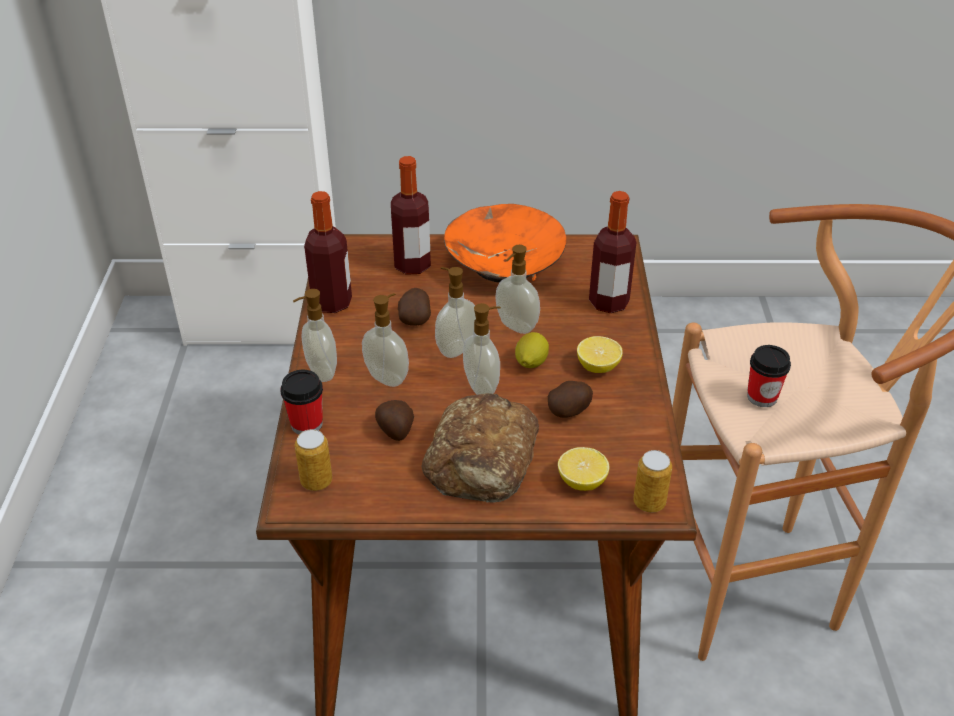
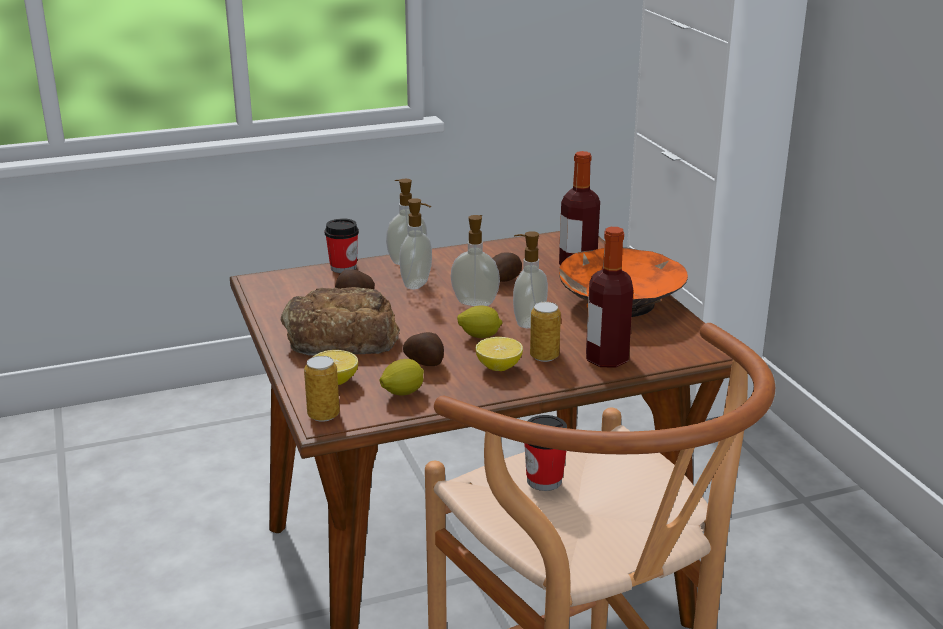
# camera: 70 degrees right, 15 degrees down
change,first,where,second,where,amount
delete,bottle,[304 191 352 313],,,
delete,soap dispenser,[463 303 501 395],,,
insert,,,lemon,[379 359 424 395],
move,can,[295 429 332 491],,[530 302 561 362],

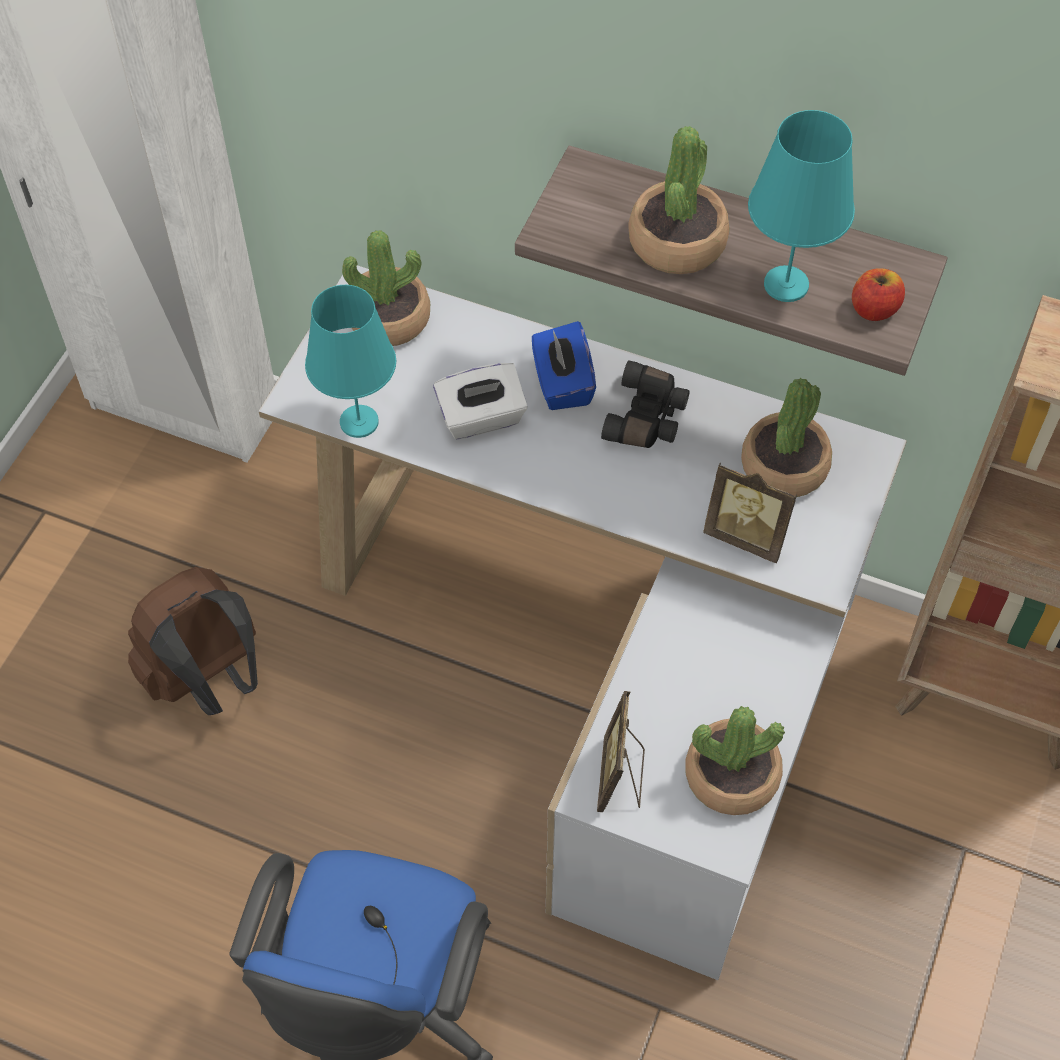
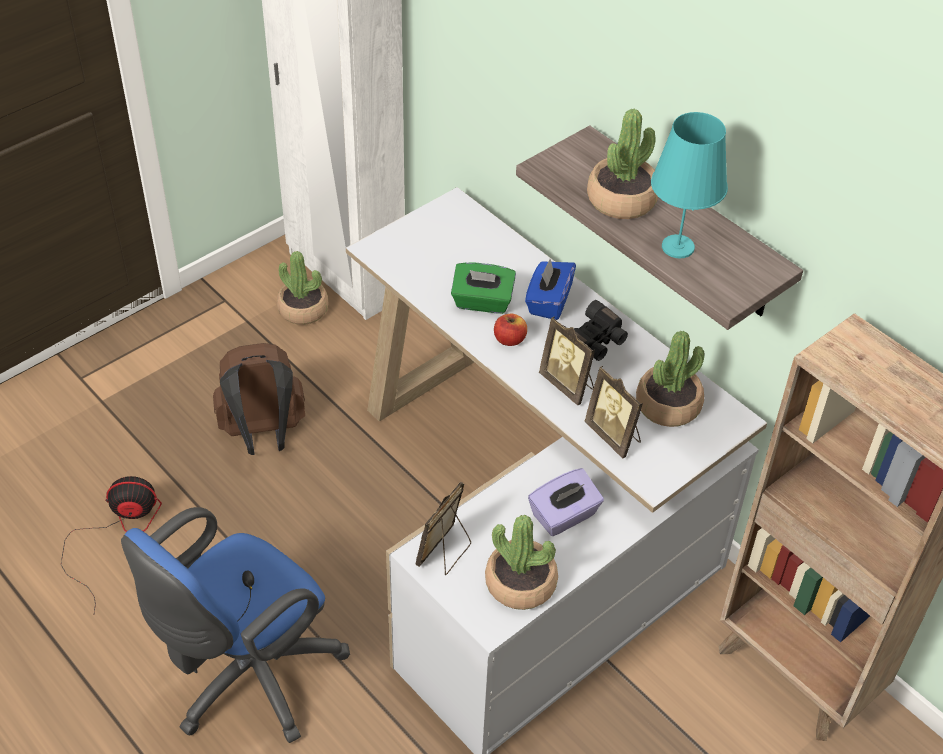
# camera: 25 degrees right, 10 degrees down
change,first,where,second,where,amount
delete,table lamp in turquoise,[305 285 396 438],,,
insert,,,fan,[61 476 162 612],
insert,,,tissue box in purple,[528 468 604 536],
insert,,,picture frame,[539 316 595 405],
move,potted plant,[342 230 430 346],,[277 251 329 325],
move,apple,[852 268 905 321],,[494 314 527 346],
recolor,tissue box in white,[433 363 528 440],tissue box in green,[451 262 516 314],

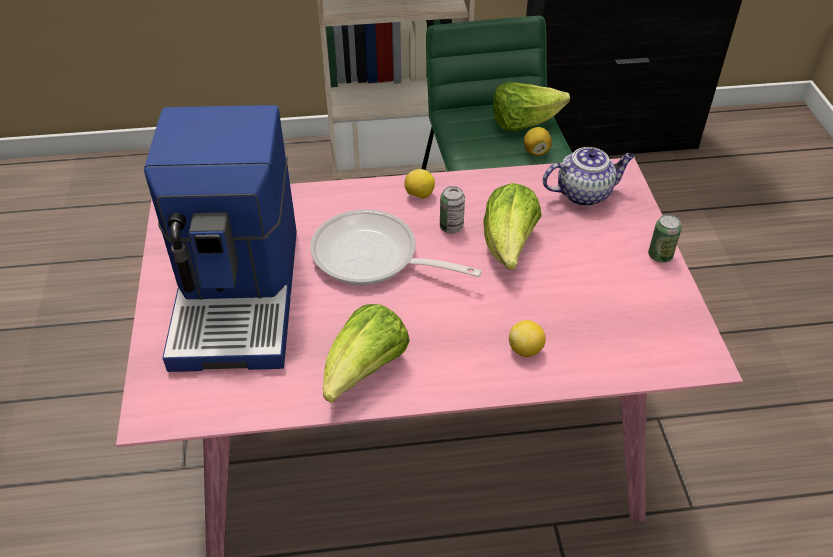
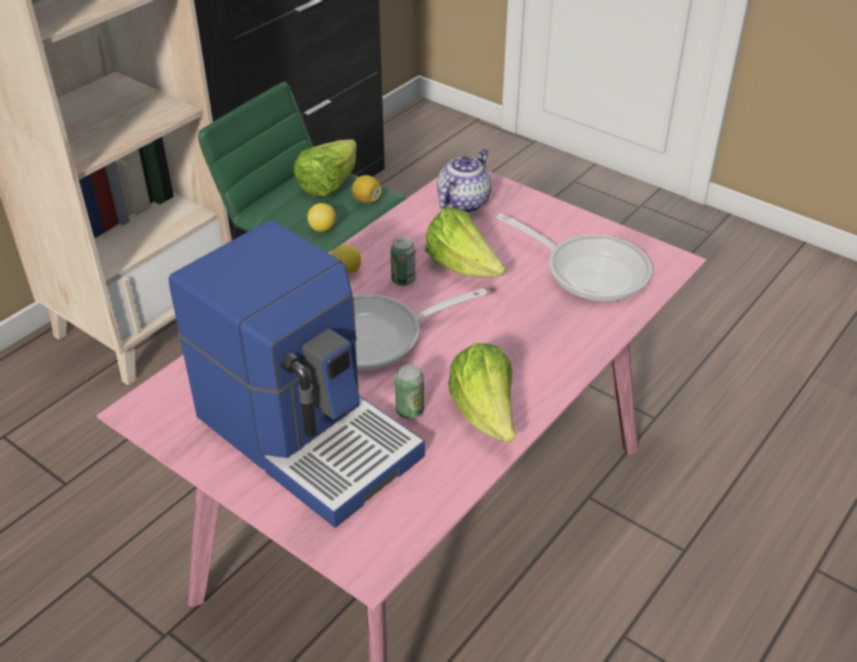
# camera: 45 degrees left, 5 degrees down
change,first,where,second,where,amount
insert,,,frying pan,[496 214 652 302],
move,lemon,[509 320 546 357],,[307 203 336 232],
move,can,[648 214 682 263],,[395 364 424 419],

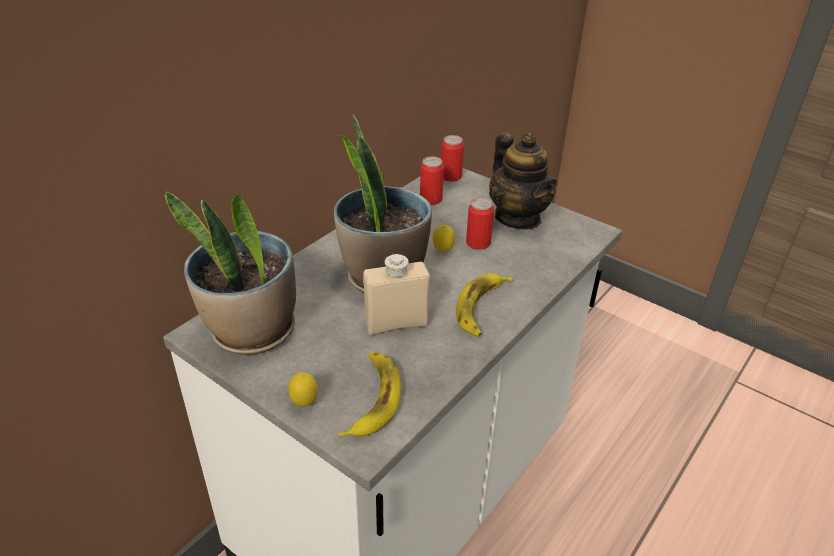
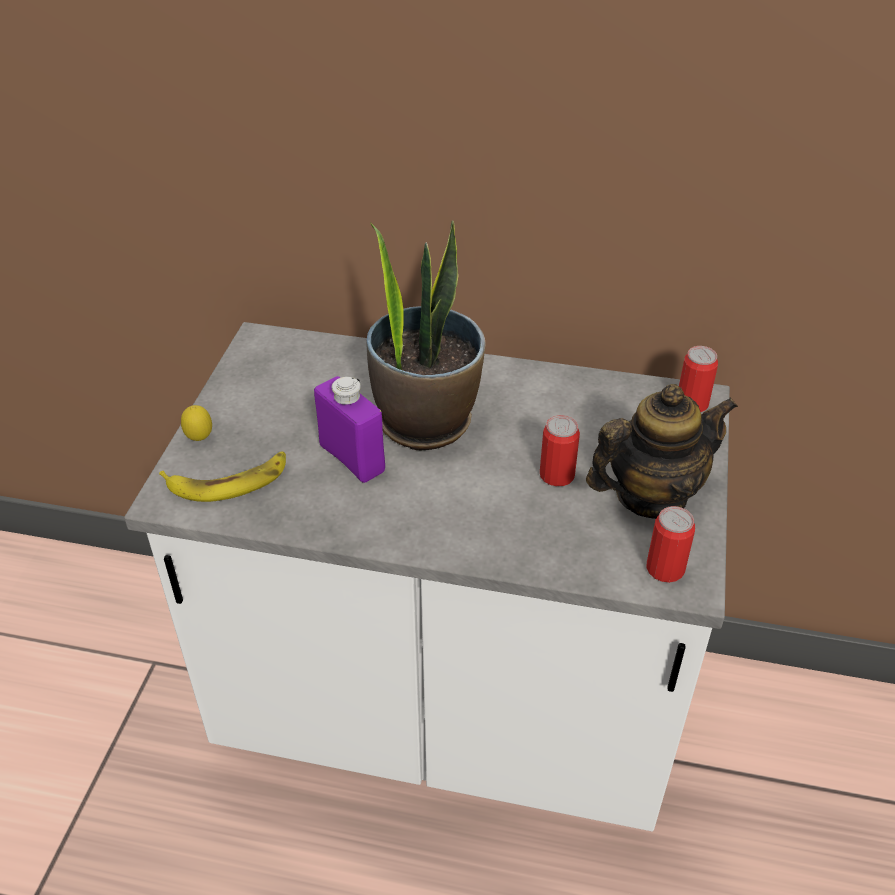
# camera: 65 degrees right, 5 degrees up
change,first,where,second,where,amount
delete,potted plant,[165 191 296 355],,,
delete,lemon,[433 225 455 252],,,
delete,banana,[456 274 512 337],,,
move,can,[420 156 444 205],,[647 506 695 583],
recolor,bottle in beige,[363 254 430 335],bottle in purple,[314 376 385 483],
rotate,teapot,[489 133 558 229],,[586 384 738 519],150 degrees counterclockwise

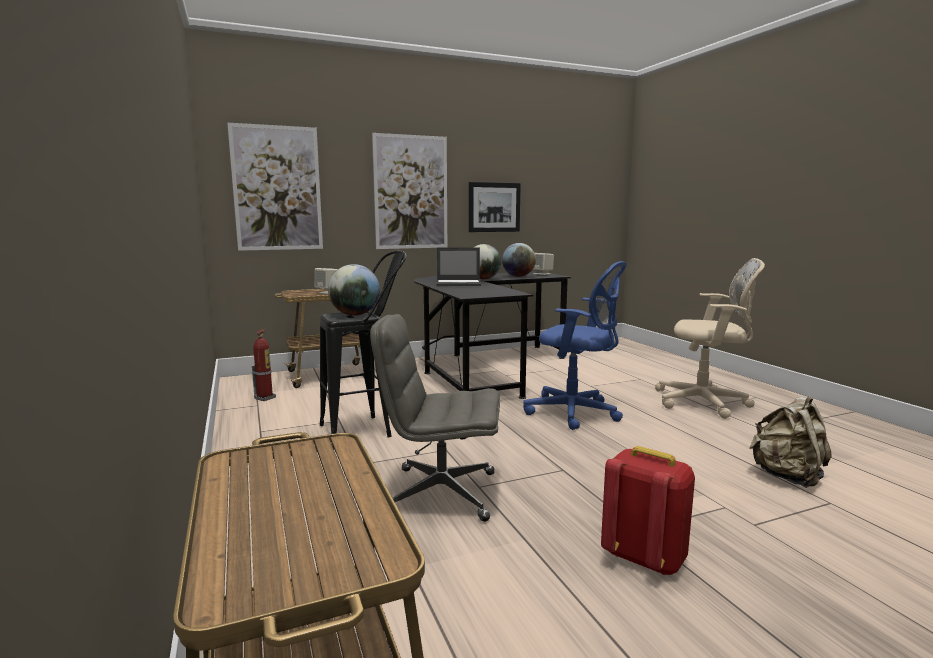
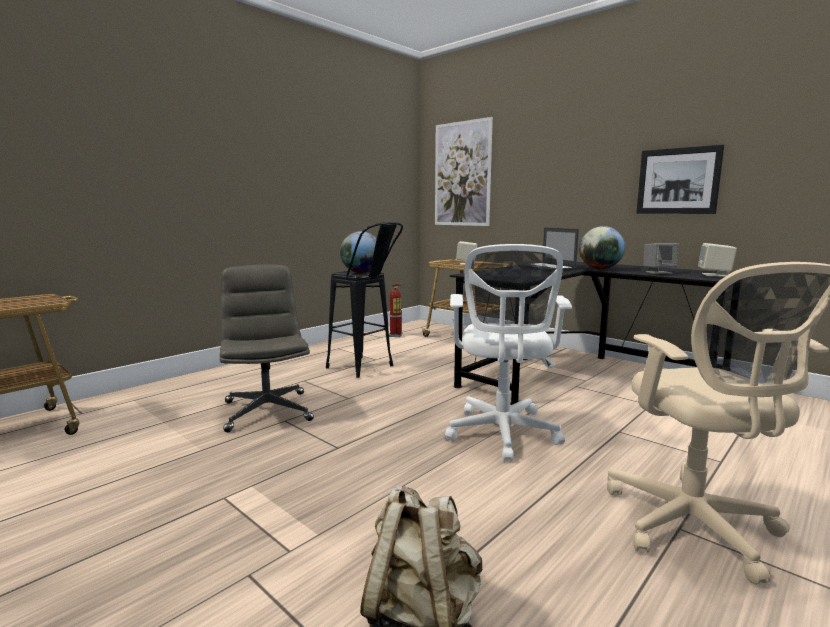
# camera: 65 degrees right, 0 degrees up
change,first,where,second,where,amount
delete,picture,[372 133 447 249],,,
delete,backpack in red,[601 446 695 575],,,
replace,globe,[502 243 536 277],speaker in grey,[643 243 679 274],
recolor,office chair in blue,[523 261 627 430],office chair in white,[445 244 572 462],

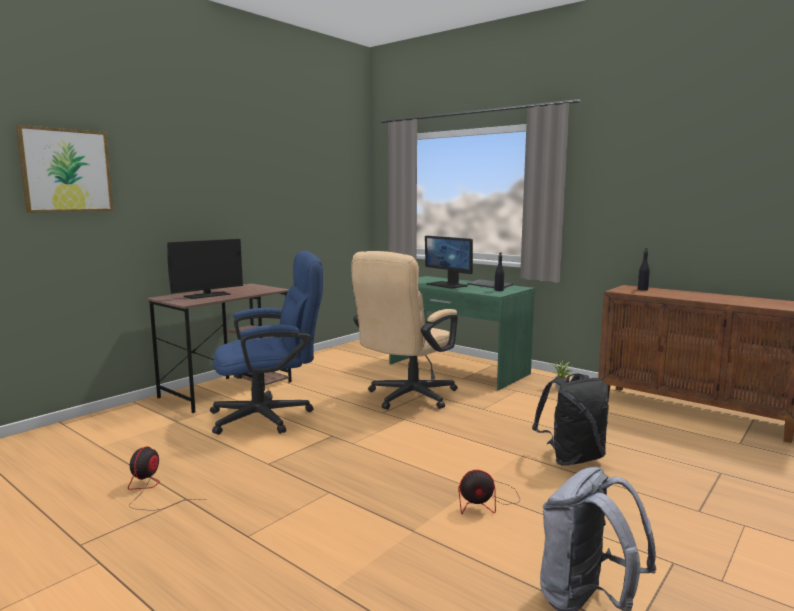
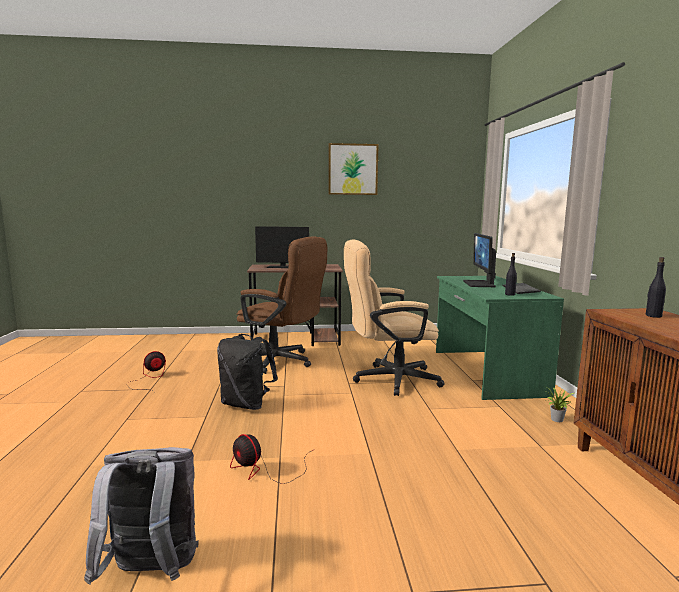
# camera: 45 degrees right, 0 degrees up
change,first,where,second,where,amount
move,picture,[16 125 113 213],,[328 143 379 195],
move,backpack in black,[532 373 609 466],,[217 334 278 410],
recolor,office chair in blue,[210 251 323 435],office chair in brown,[236 237 327 374],

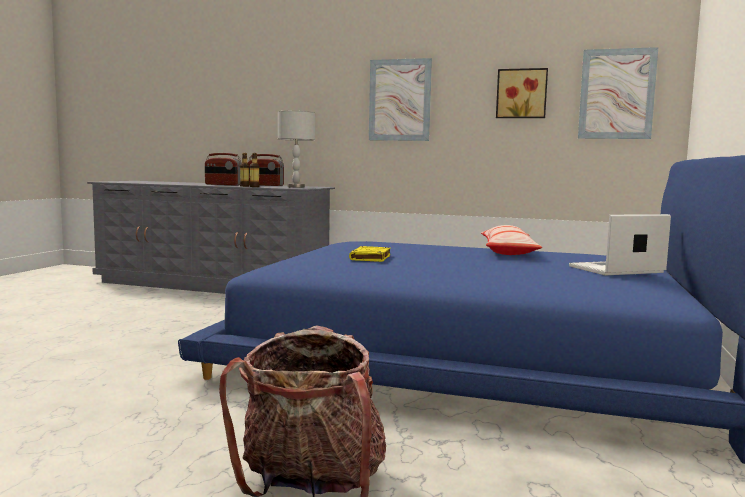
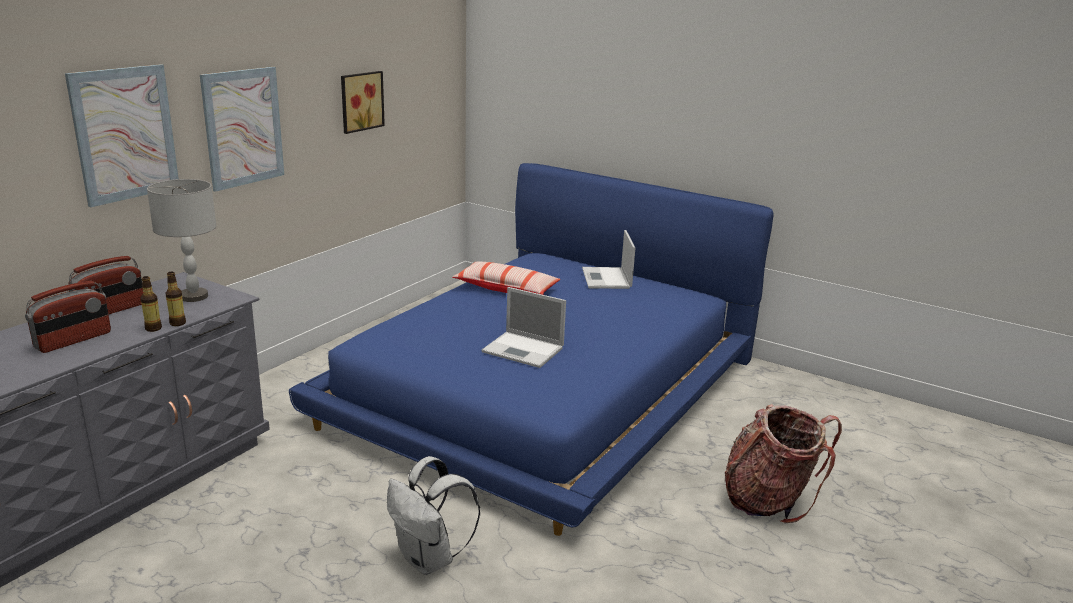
# camera: 75 degrees left, 15 degrees up
change,first,where,second,where,amount
insert,,,backpack in white,[387 456 480 575],
move,picture,[578 47 658 139],,[65 64 179 207],
replace,book in yellow,[349 246 390 262],laptop,[481 287 566 368],

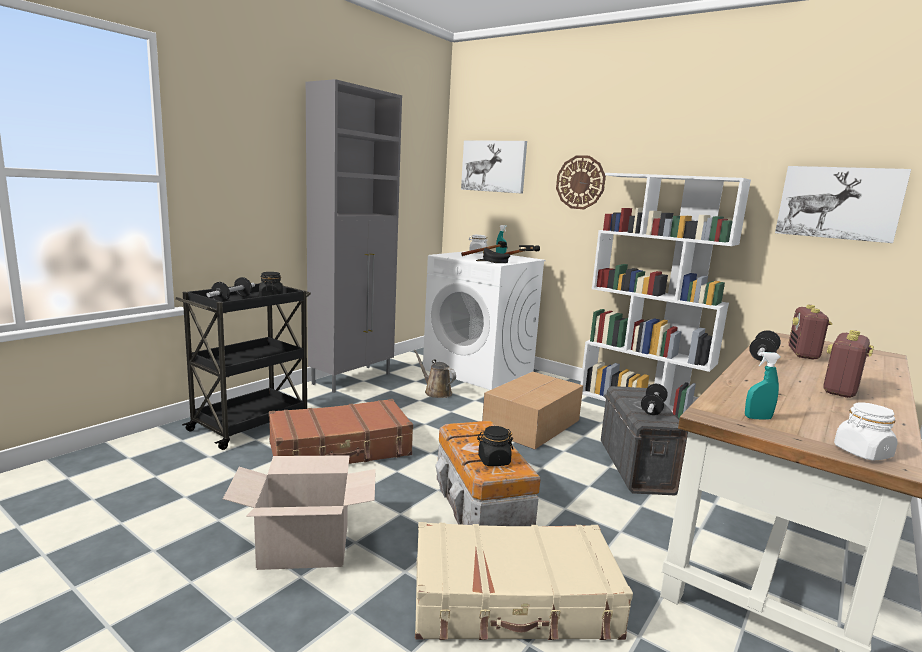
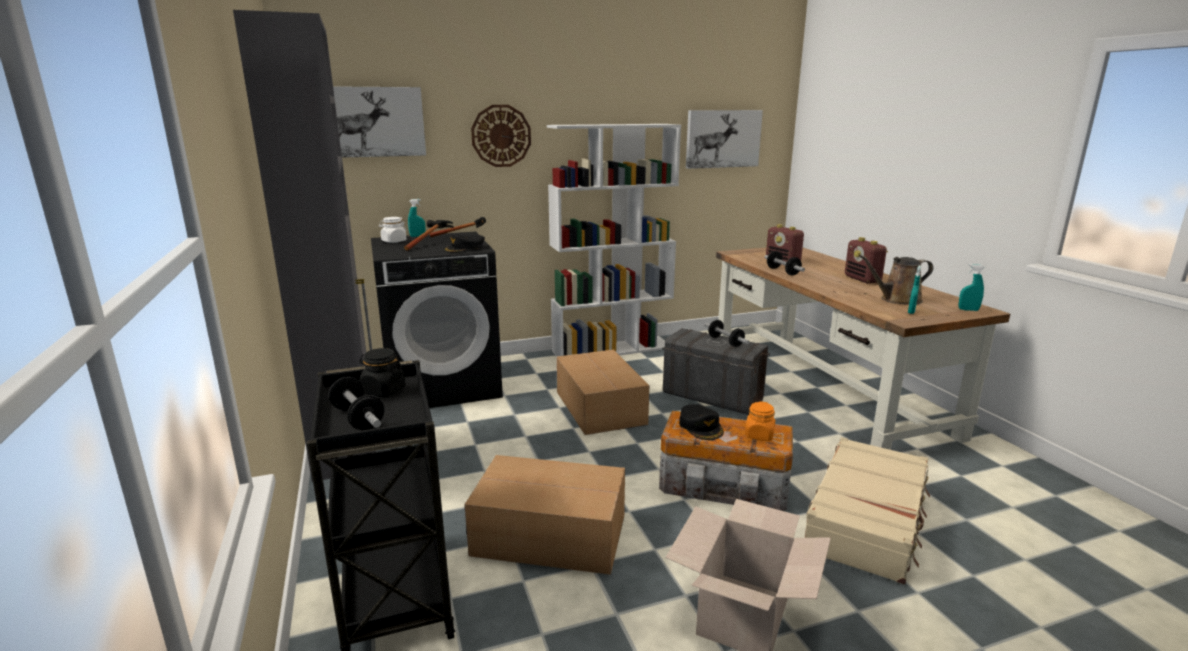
# camera: 55 degrees left, 5 degrees up
change,first,where,second,where,amount
insert,,,cap in black,[679 404 724 440],
move,watering can in brown,[413 350 456 398],,[859 255 934 305],
replace,suitcase in brown,[269 399 413 464],cardboard box,[465 455 625 575],
replace,jar in white,[834 402 898 461],spray bottle in turquoise,[958 264 985 311],
recolor,washing machine in white,[423 251 545 390],washing machine in black,[371 232 503 408],
recolor,jar in black,[477 426 513 466],jar in orange,[745 401 775 441],

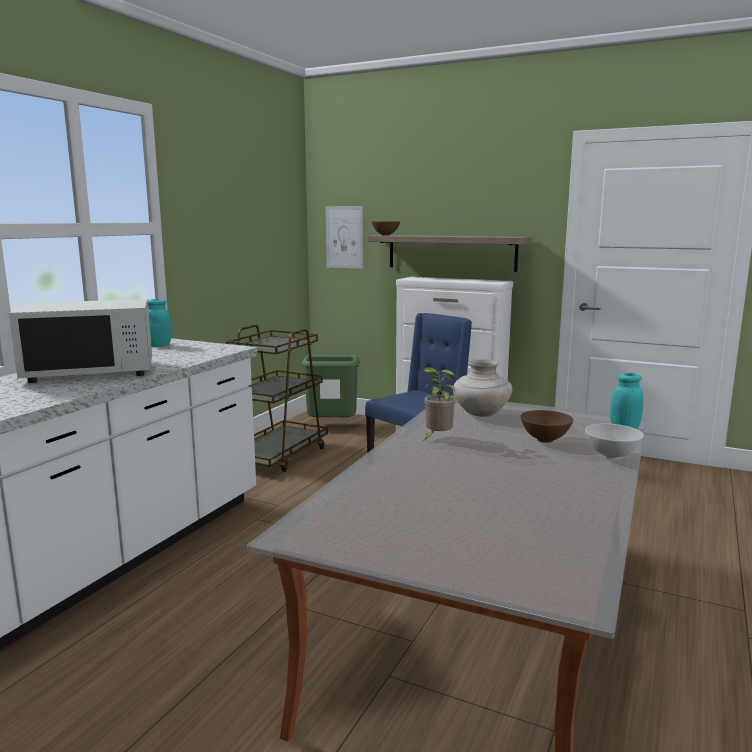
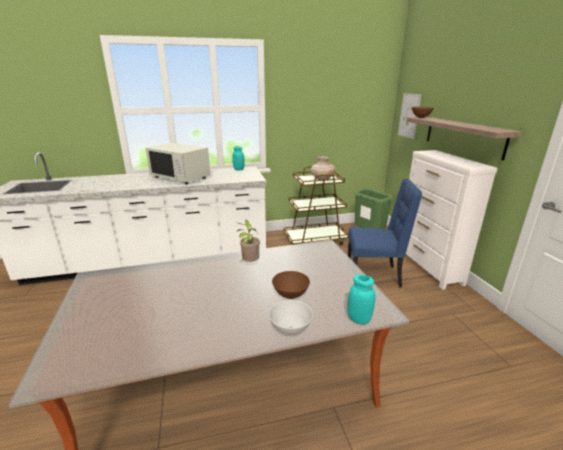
# camera: 50 degrees right, 10 degrees up
change,first,where,second,where,amount
move,vase in beige,[453 359 512 417],,[311 156 335 180],

